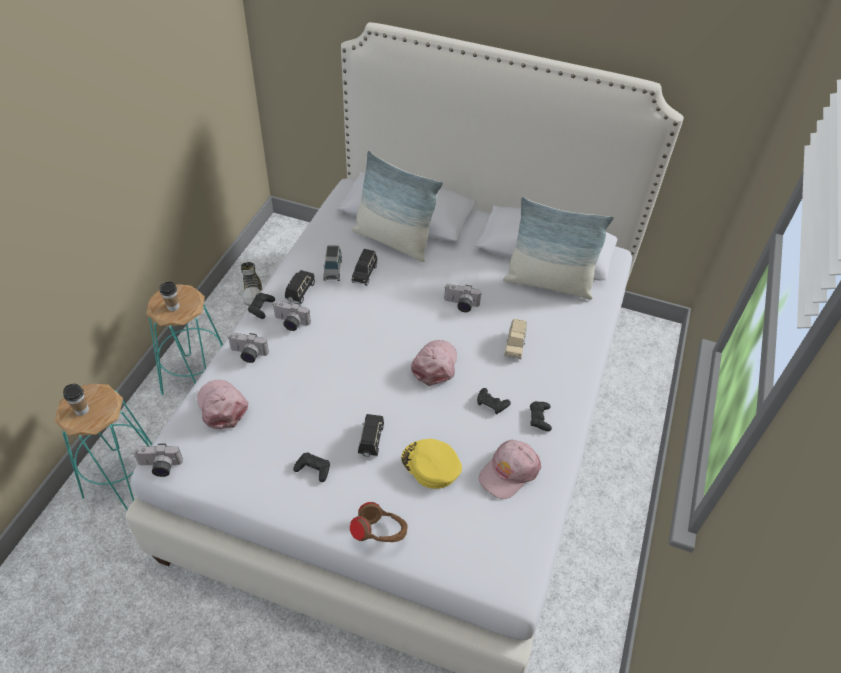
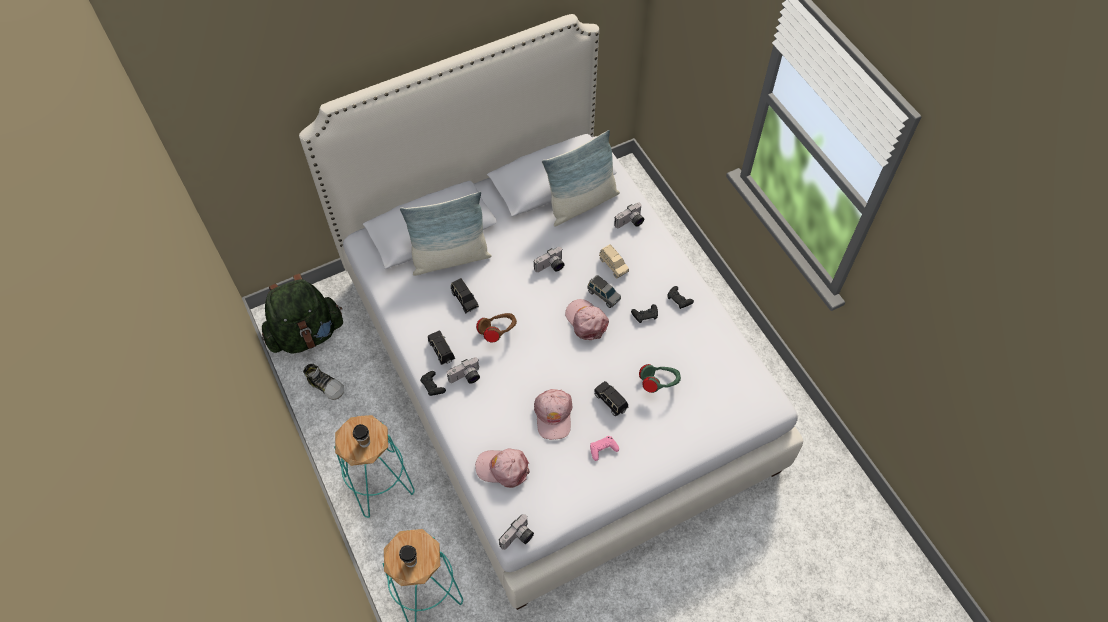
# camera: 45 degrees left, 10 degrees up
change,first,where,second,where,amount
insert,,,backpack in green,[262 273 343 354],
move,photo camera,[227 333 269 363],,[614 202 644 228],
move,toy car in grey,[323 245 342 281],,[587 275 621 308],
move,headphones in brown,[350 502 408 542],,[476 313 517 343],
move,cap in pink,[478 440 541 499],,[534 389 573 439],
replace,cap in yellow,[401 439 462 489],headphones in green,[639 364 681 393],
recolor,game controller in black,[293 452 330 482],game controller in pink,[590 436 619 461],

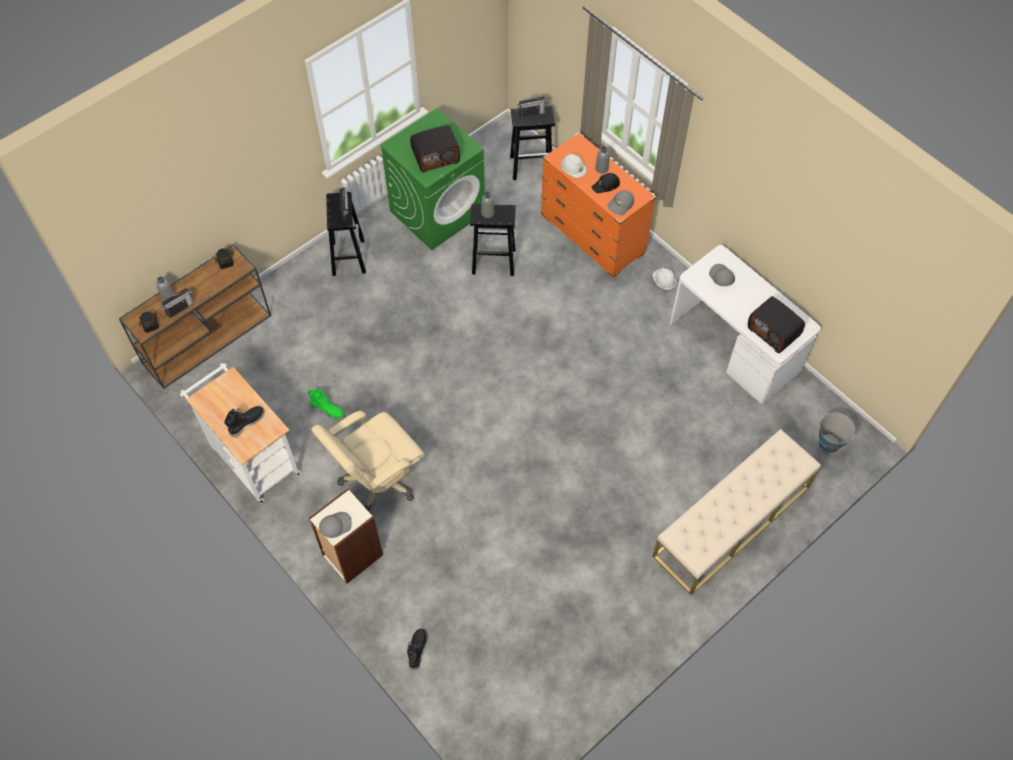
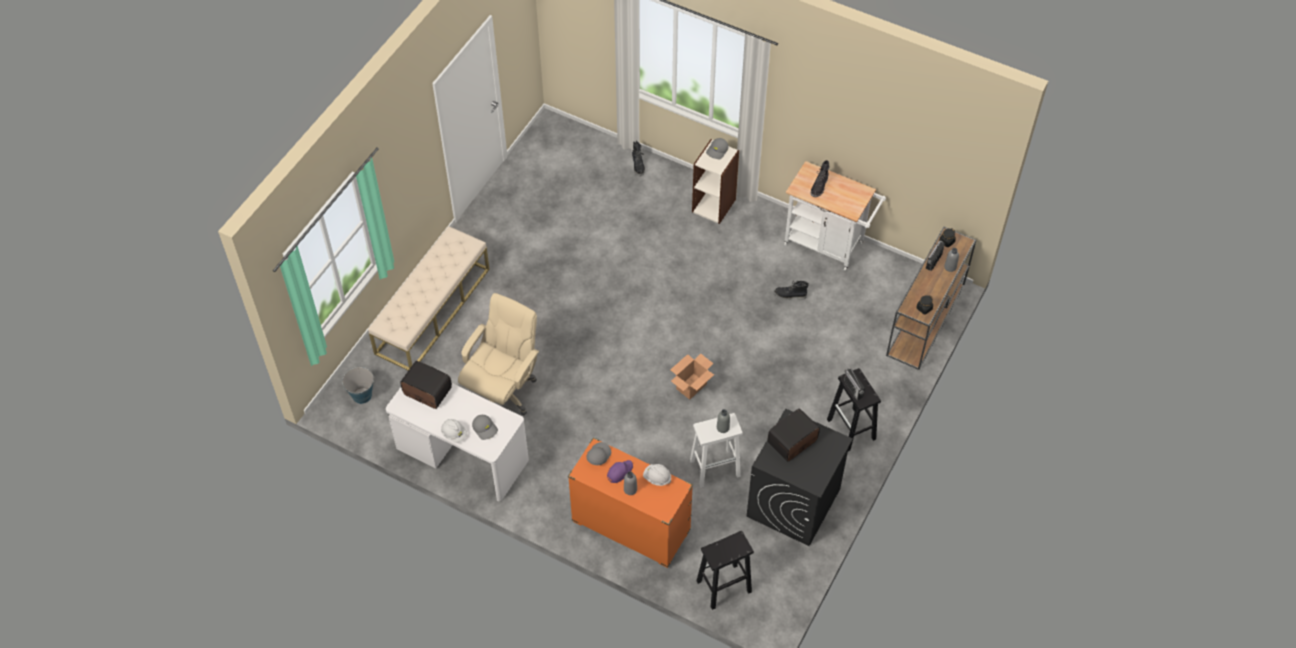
# camera: 160 degrees right, 5 degrees down
change,first,where,second,where,amount
delete,radio,[518 97 547 118],,,
insert,,,cardboard box,[670 354 714 400],
move,office chair in beige,[311 411 425 514],,[458 293 539 415],
move,hard hat in white,[653 268 676 291],,[441 419 467 443],
recolor,boot in green,[308 390 345 420],boot in black,[774 280 809 300],
recolor,washing machine in green,[380 108 485 250],washing machine in black,[747 409 853 546],
recolor,stool in black,[470 204 516 276],stool in white,[690 413 743 488],
recolor,cap in black,[592 173 620 193],cap in purple,[607 460 633 483],

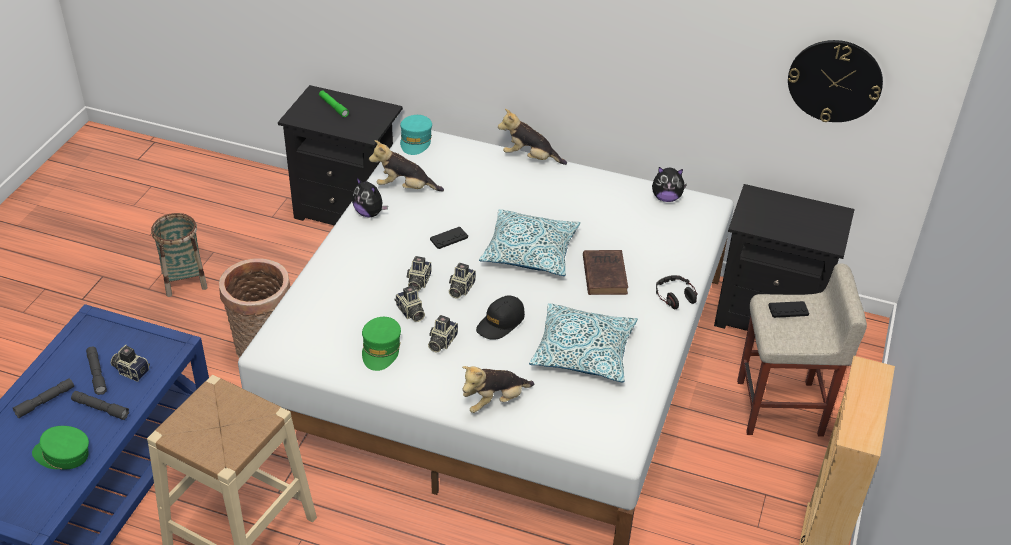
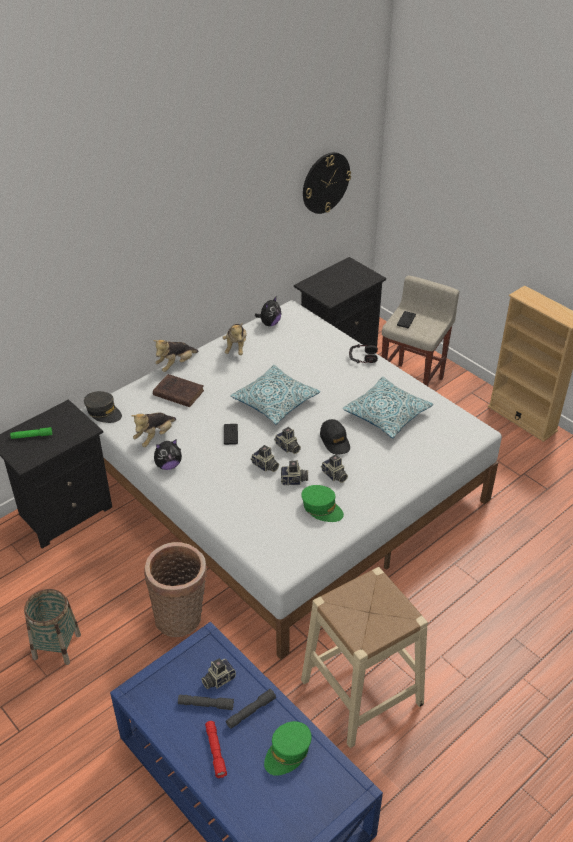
# camera: 60 degrees left, 0 degrees up
change,first,where,second,where,amount
move,plush toy,[462 366 534 413],,[222 323 247 355],
move,book in brown,[583 250 628 295],,[153 374 204 407],
recolor,flashlight in grey,[13 378 74 418],flashlight in red,[205 721 227 778],
recolor,cap in turquoise,[400 115 432 155],cap in grey,[84 391 122 423],

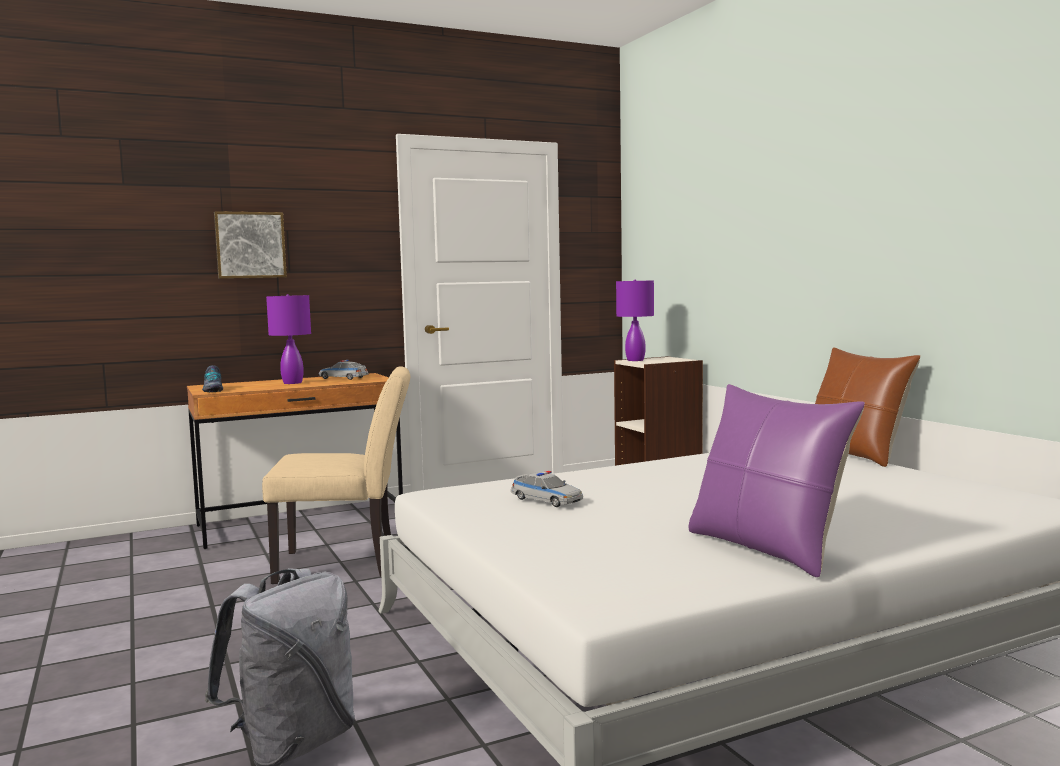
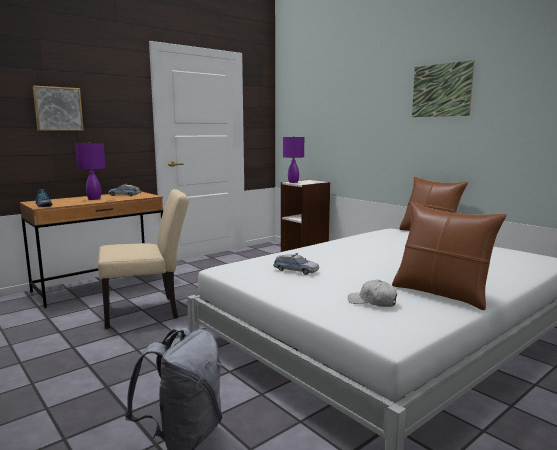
# camera: 15 degrees left, 5 degrees up
change,first,where,second,where,amount
insert,,,cap in white,[348 280 397 307],
insert,,,picture,[412 60 474 117],
recolor,pillow in purple,[688 384 865 577],pillow in brown,[392 203 507 310],

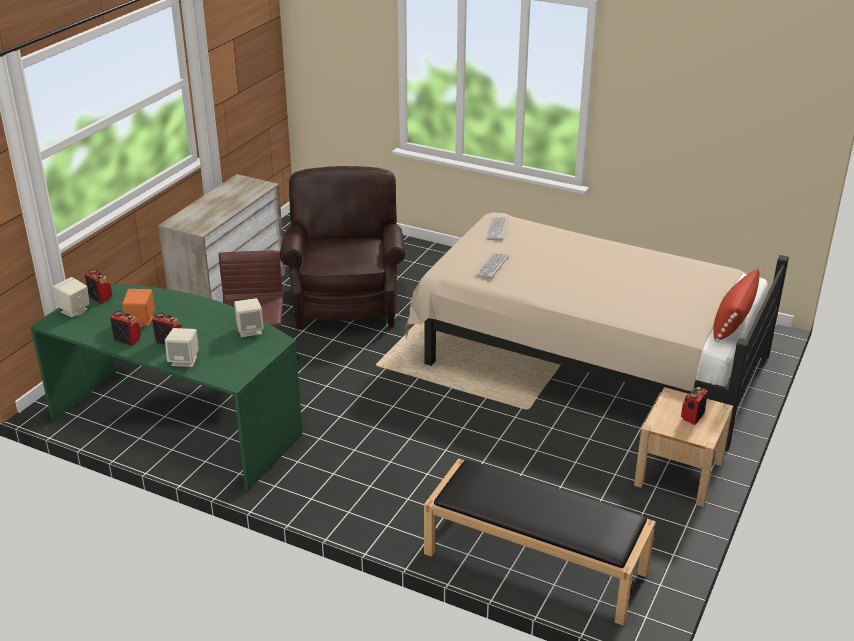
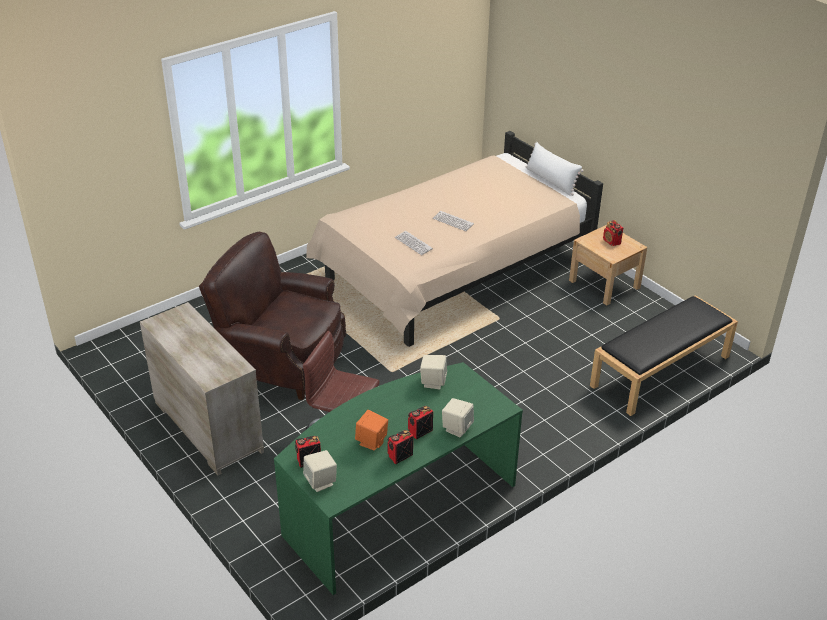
# camera: 65 degrees left, 5 degrees up
change,first,where,second,where,amount
move,keyboard,[486 217 508 240],,[433 211 474 231],
recolor,pillow in red,[713 268 761 343],pillow in white,[526 142 584 196],

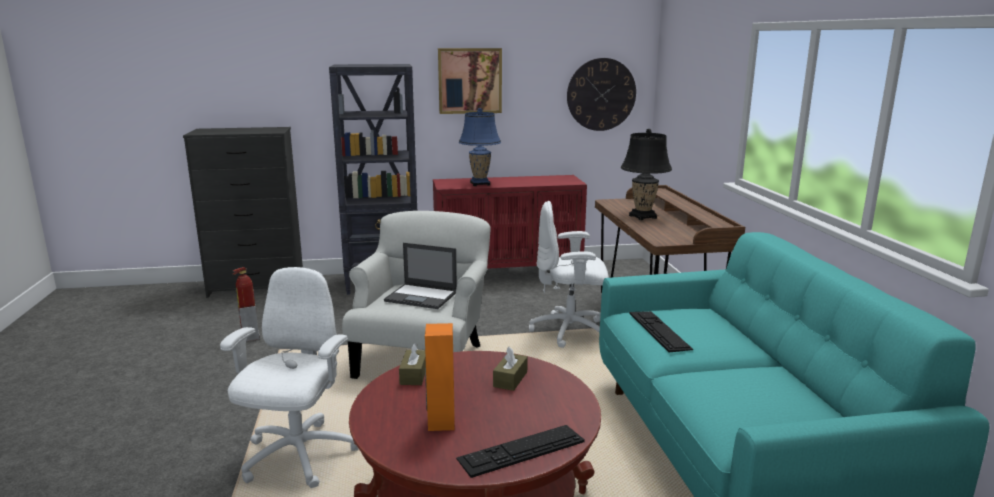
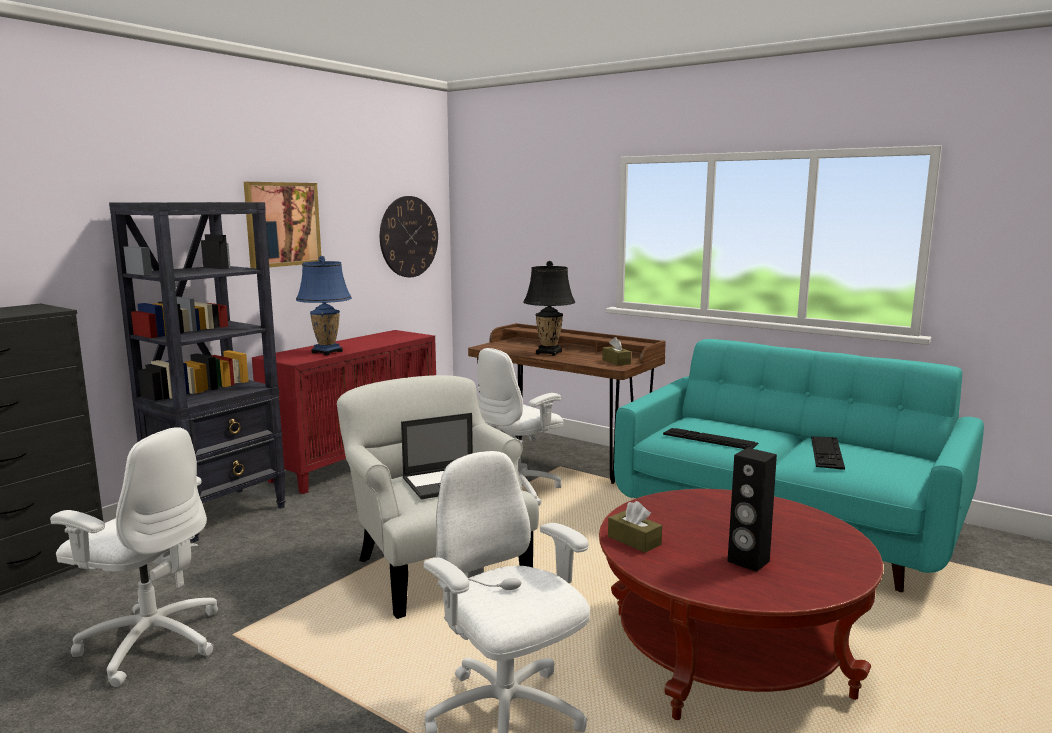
# camera: 45 degrees left, 5 degrees down
change,first,where,second,where,amount
move,keyboard,[456 425 585 478],,[811 436 845 470],
move,tissue box in brown,[493 347 528 391],,[602 337 631 366],
replace,fire extinguisher,[233 267 260 342],office chair in white,[50 427 218 687],
recolor,speaker in orange,[425 323 455 431],speaker in black,[727 448 777 572],

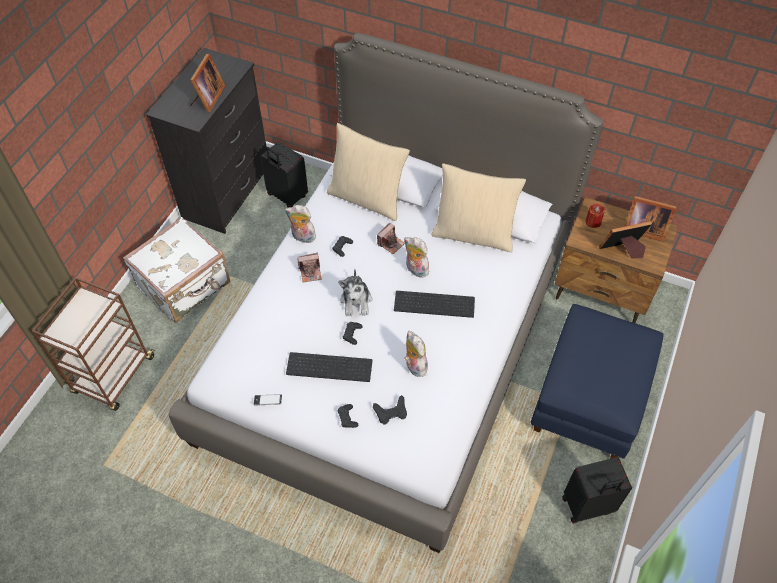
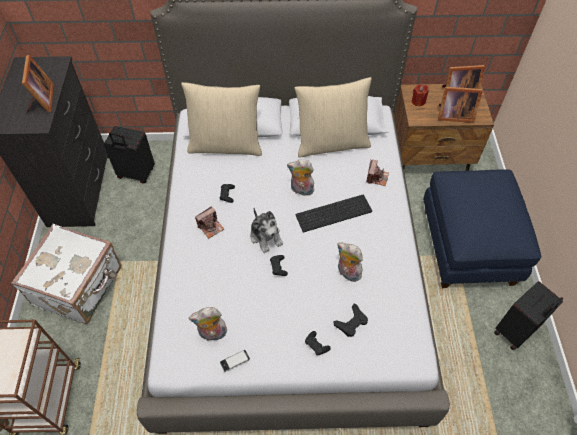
# camera: 25 degrees left, 0 degrees up
change,first,where,second,where,amount
delete,keyboard,[286 352 373 382],,,
move,plush toy,[285 205 316 243],,[189 307 227 341],
move,photo camera,[377 223 405 254],,[366 159 389 186],
rotate,picture frame,[599 221 652 259],,[438 87 483 123],135 degrees counterclockwise

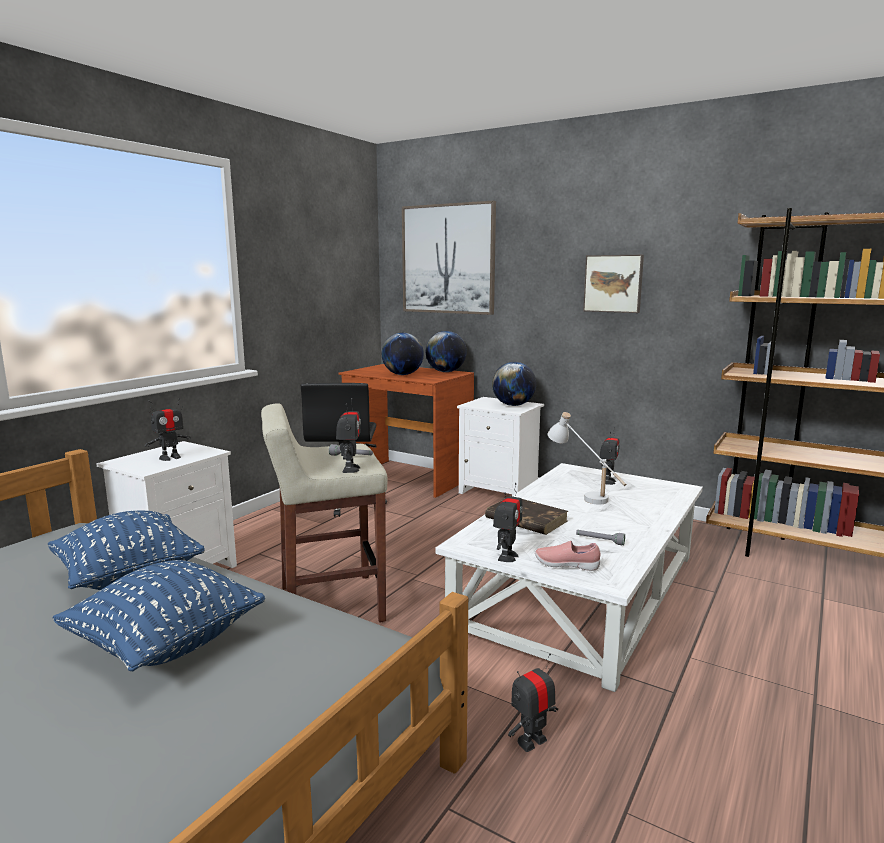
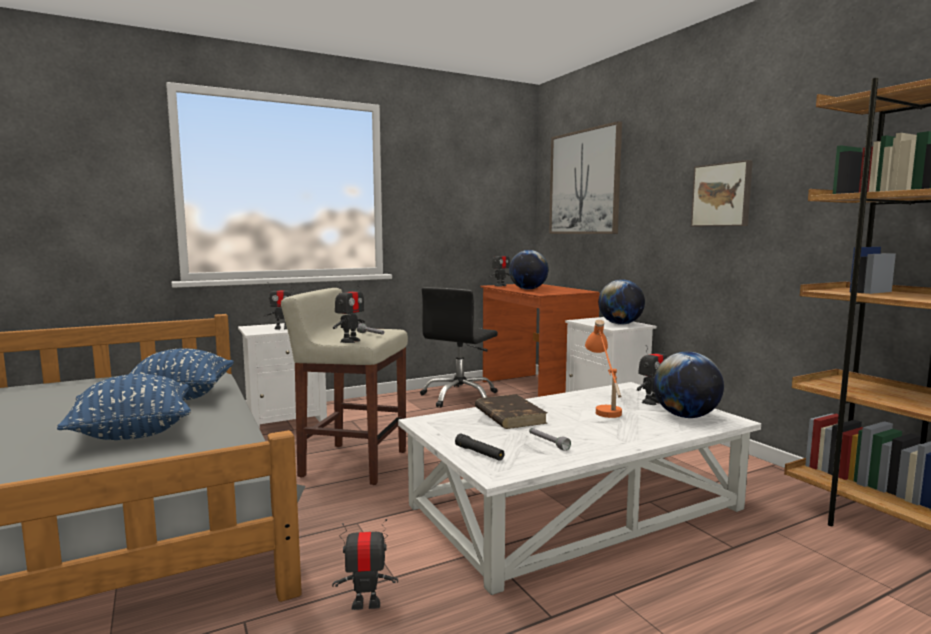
# camera: 30 degrees right, 5 degrees down
change,first,where,second,where,amount
move,globe,[426 331 467 372],,[653 352 724 418],
move,toy robot,[493 483 523 562],,[489 249 510 287],
replace,shoe in pink,[535 541 600 571],flashlight in black,[455 433 505 461],
recolor,table lamp in white,[548 412 626 504],table lamp in orange,[585 320 622 418],

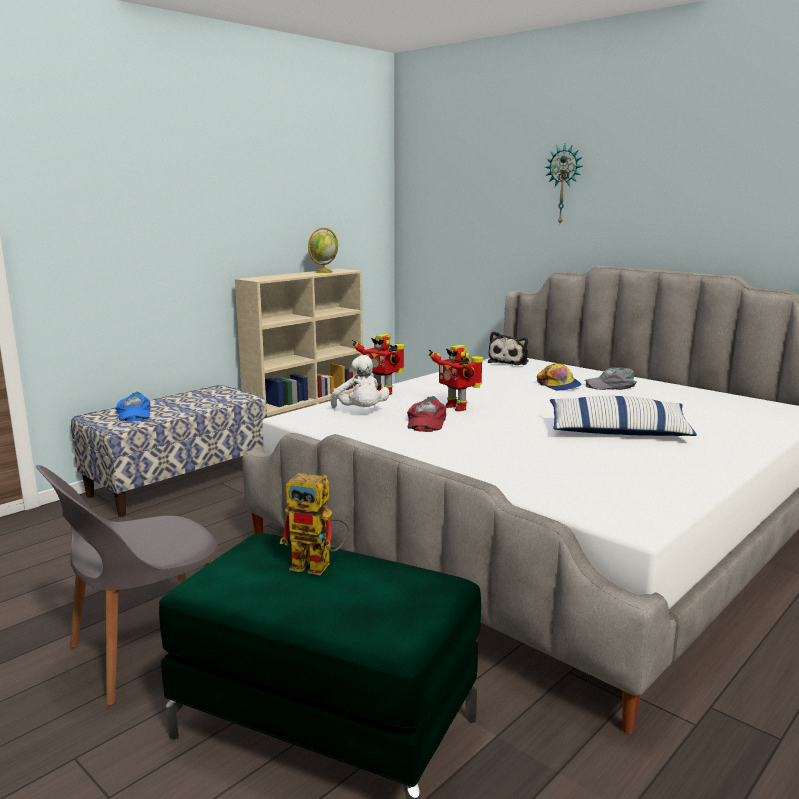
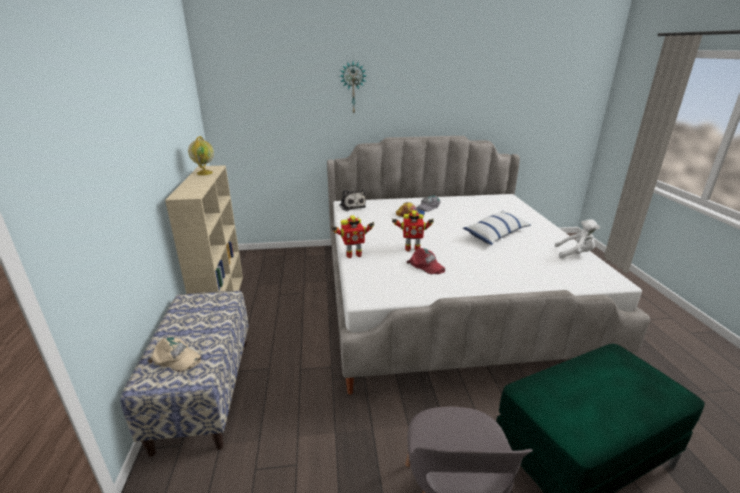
# camera: 50 degrees left, 10 degrees up
change,first,where,second,where,amount
delete,toy robot,[280 473 350 575],,,
move,plush toy in white,[330 355 390 408],,[555 219 600 259],
recolor,cap in blue,[116 392 151 421],cap in beige,[147 338 201 372],

